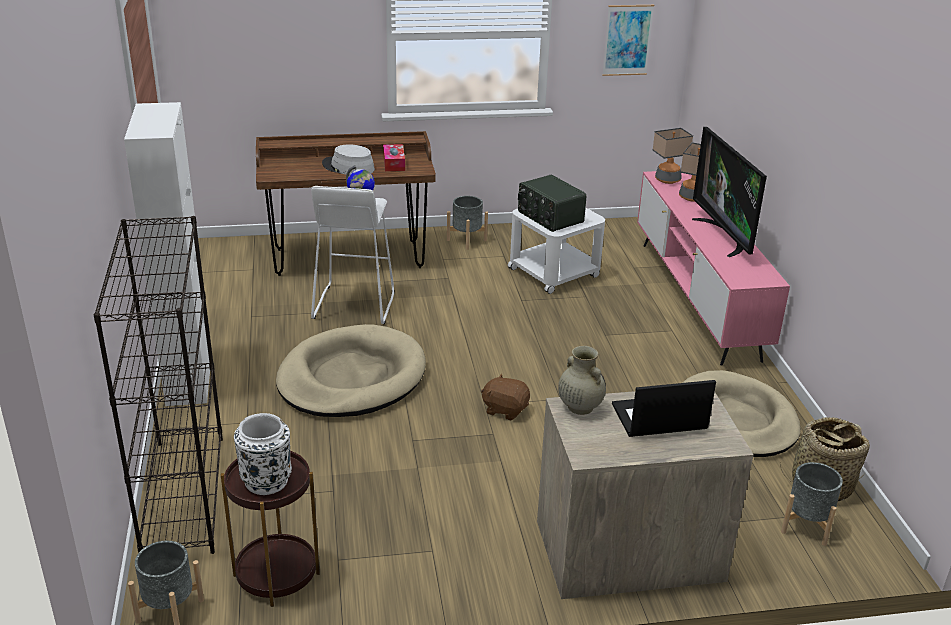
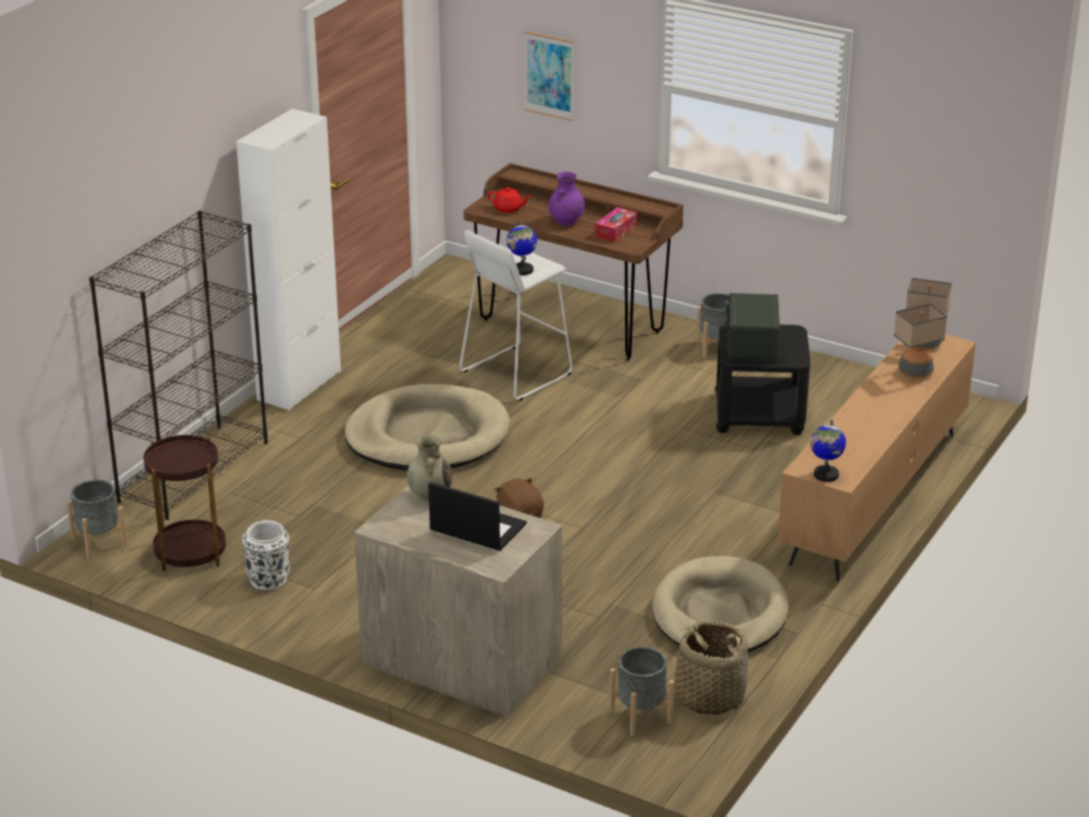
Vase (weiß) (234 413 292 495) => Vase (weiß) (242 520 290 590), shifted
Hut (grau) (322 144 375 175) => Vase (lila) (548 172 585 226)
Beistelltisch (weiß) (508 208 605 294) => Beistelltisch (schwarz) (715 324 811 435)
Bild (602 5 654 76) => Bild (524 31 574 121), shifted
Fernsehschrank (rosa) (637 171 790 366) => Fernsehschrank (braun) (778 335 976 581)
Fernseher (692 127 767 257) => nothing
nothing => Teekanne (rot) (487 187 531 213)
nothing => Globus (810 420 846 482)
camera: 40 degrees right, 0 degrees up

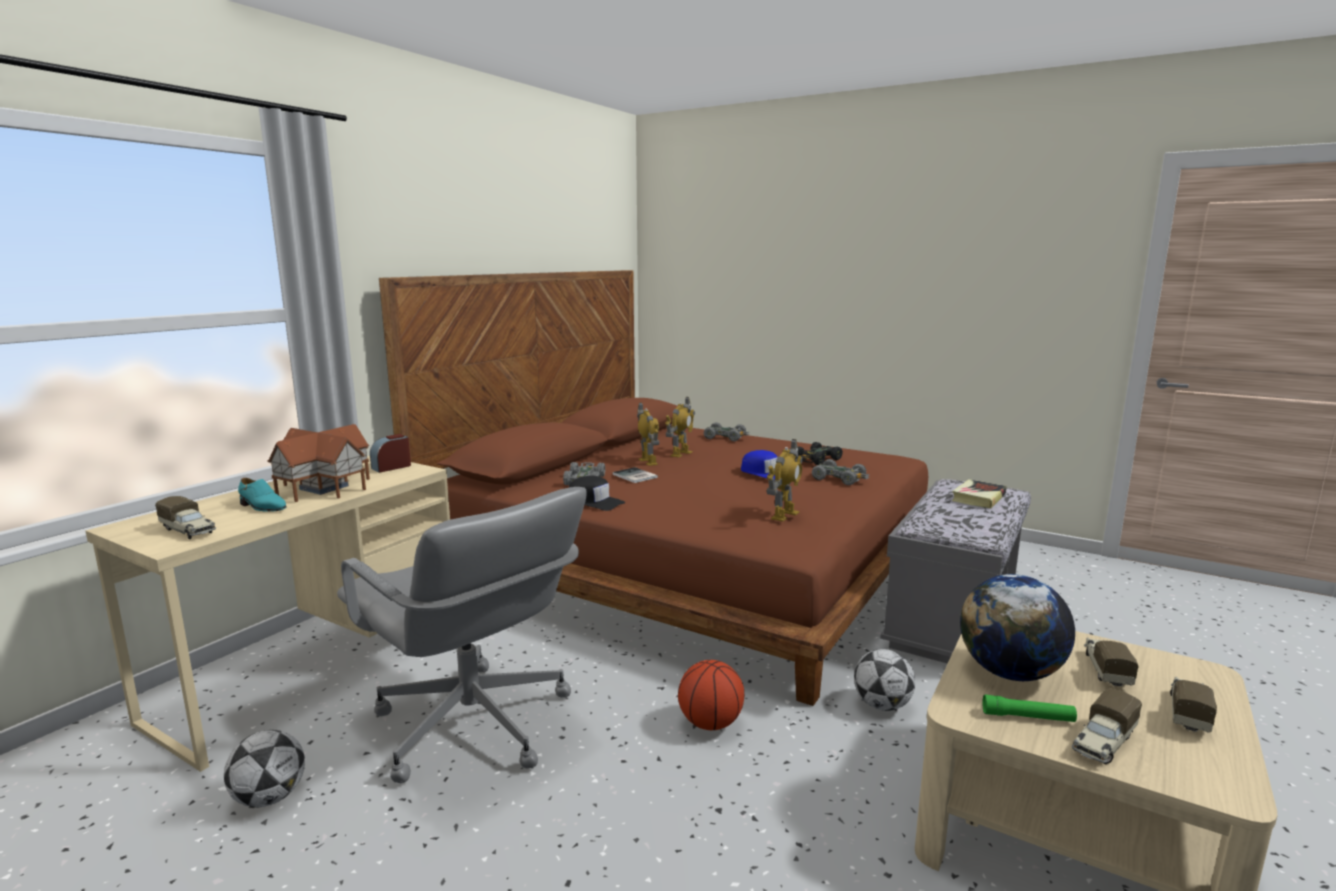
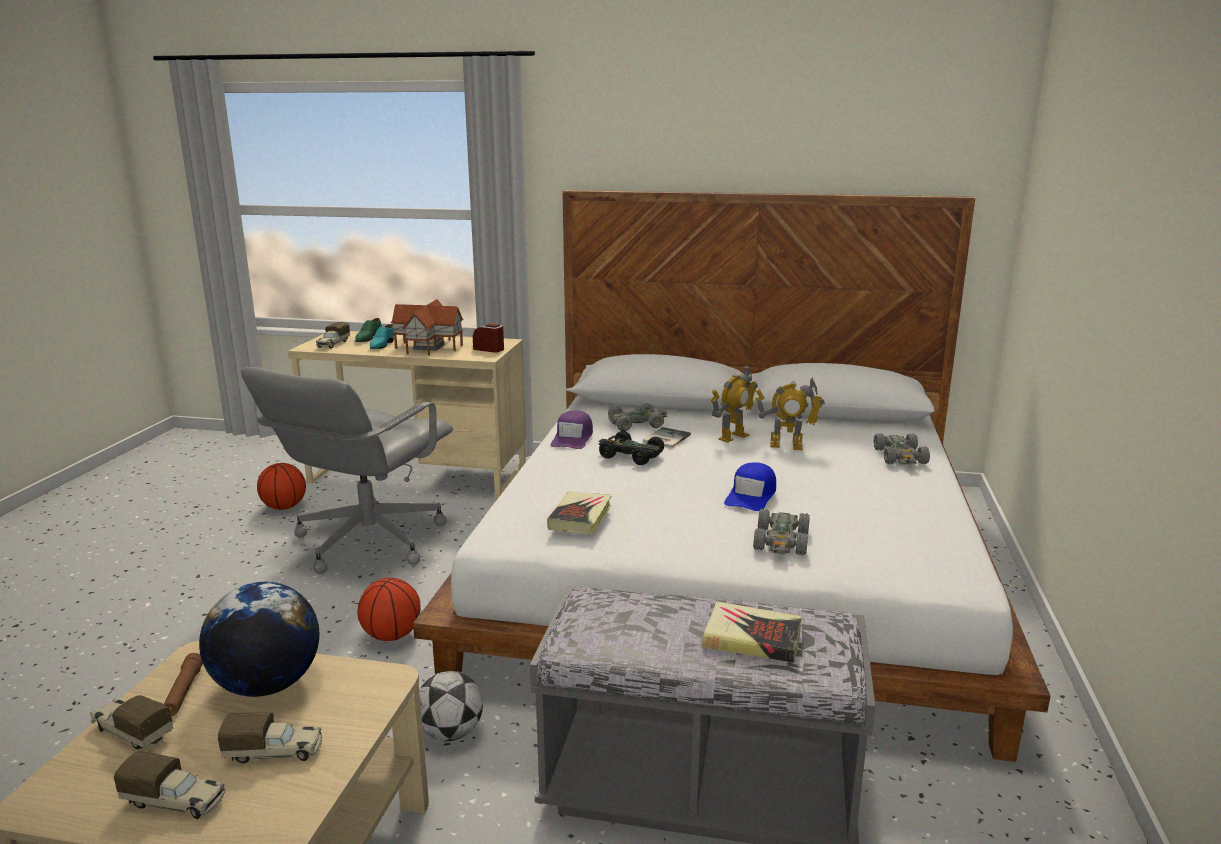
Fußball (224 730 305 807) => Basketball (257 463 306 510)
Bett (braun) (379 270 928 706) => Bett (weiß) (413 190 1050 762)
Kappe (schwarz) (569 476 625 511) => Kappe (lila) (551 410 593 449)
Spielzeugroboter (767 439 803 522) => Buch (547 491 612 535)
Spielzeugauto (schwarz) (798 442 843 465) => Spielzeugauto (schwarz) (599 431 664 465), shifted
Taschenlampe (grün) (982 694 1077 722) => Taschenlampe (braun) (164 653 203 716)
nothing => Schuh (grün) (355 318 381 342)
camera: 70 degrees right, 5 degrees up

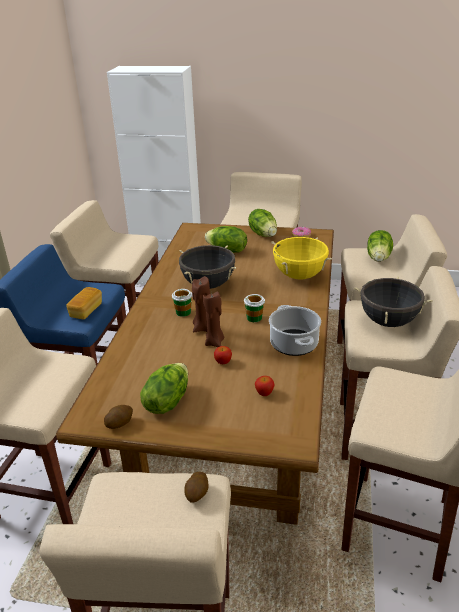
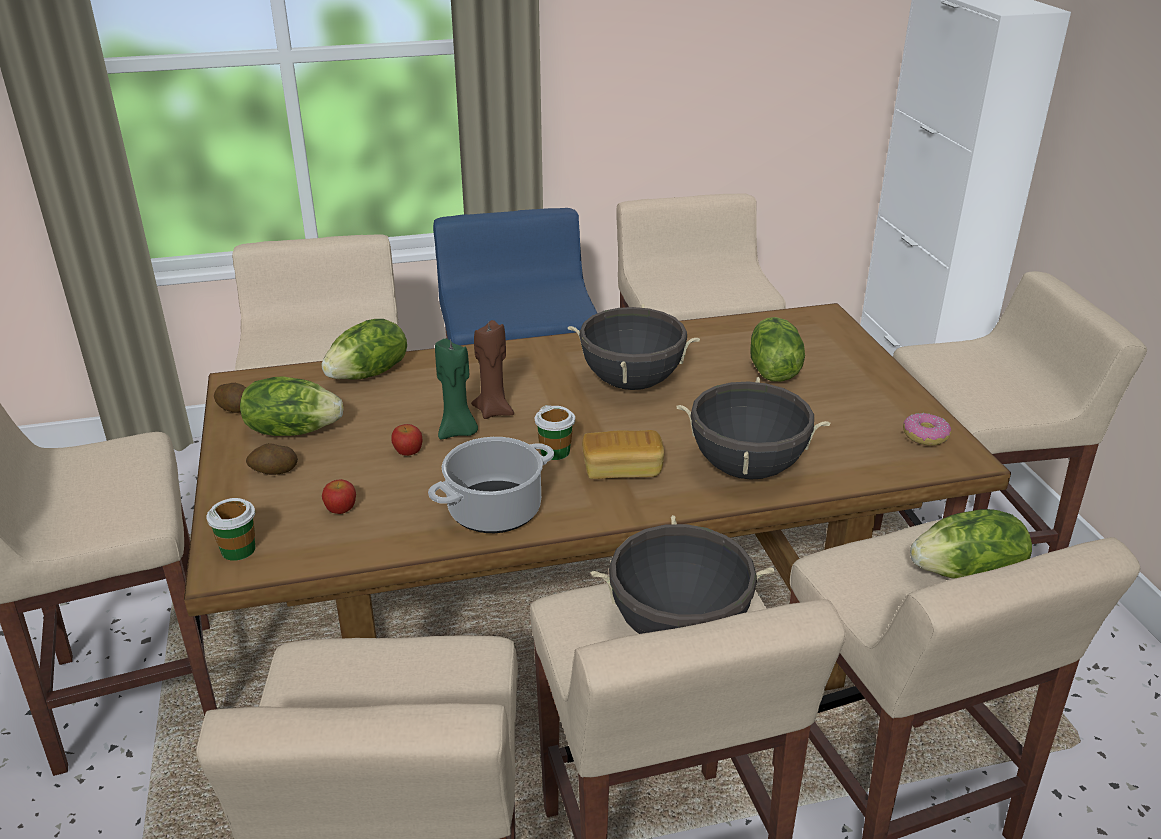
Brot (66 287 102 320) => Brot (582 430 664 479), shifted
Tasse (172 289 192 317) => Tasse (206 498 255 561), shifted
Kartoffel (185 472 208 503) => Kartoffel (246 443 298 475), shifted
Kerze (braun) (203 291 225 348) => Kerze (grün) (435 338 478 439)
Salatkopf (248 209 277 237) => Salatkopf (322 319 407 380), shifted
Kochtopf (gelb) (271 237 332 279) => Kochtopf (schwarz) (677 377 830 480)
camera: 65 degrees right, 0 degrees up

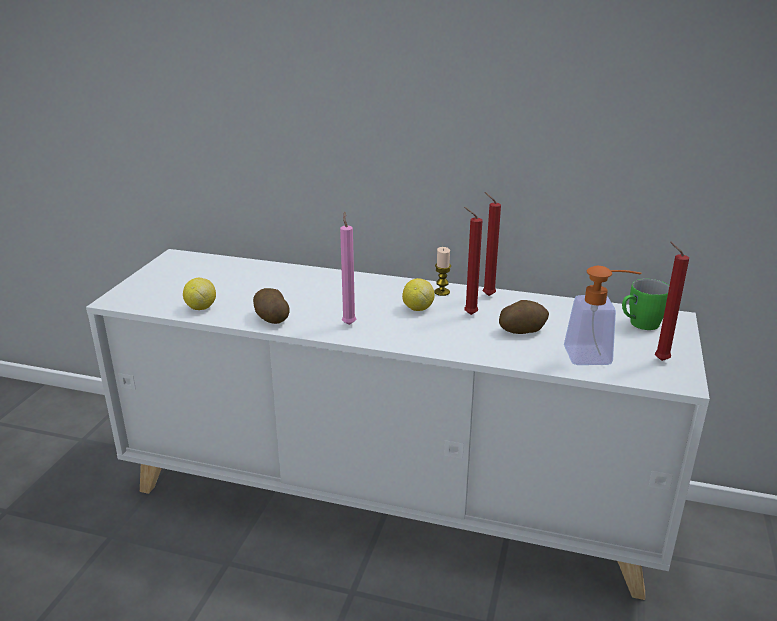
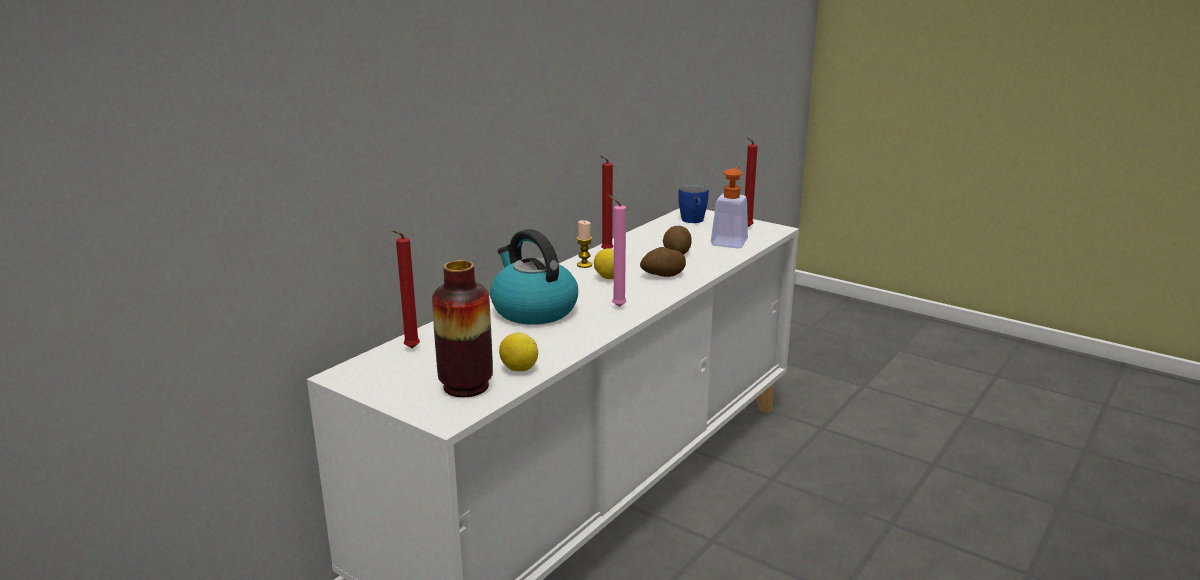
Kartoffel (253 288 290 324) => Kartoffel (640 247 686 277), shifted
Kerze (rot) (464 207 482 315) => Kerze (rot) (392 230 420 348), shifted
Henkelbecher (grün) (622 279 669 330) => Henkelbecher (blau) (679 185 709 223)
nothing => Vase (432 260 493 397)
nothing => Wasserkessel (490 229 578 325)
camera: 70 degrees left, 5 degrees down

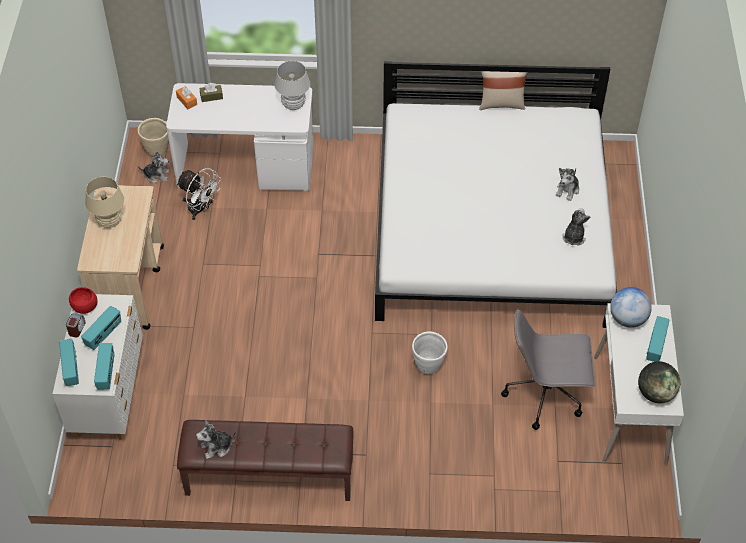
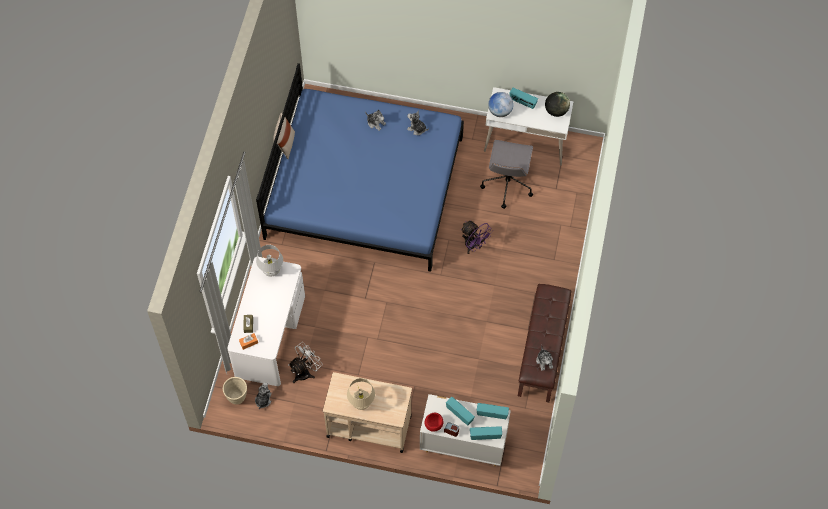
Bett (weiß) (375 61 617 328) => Bett (blau) (256 63 464 272)
Pflanzkübel (weiß) (412 331 448 374) => Ventilator (lila) (461 221 493 254)
camera: 80 degrees left, 10 degrees up

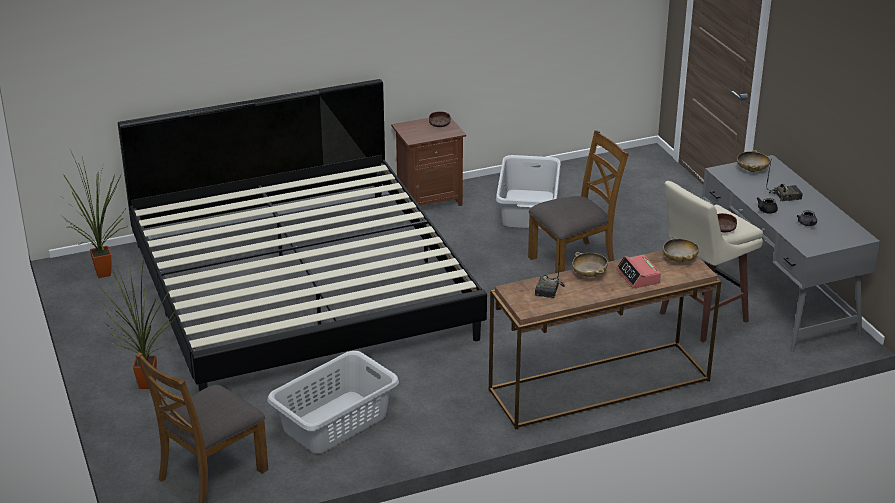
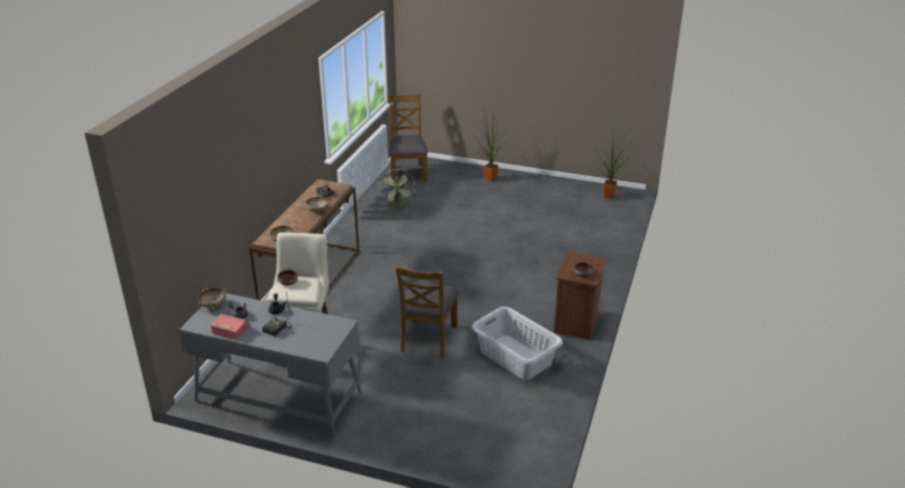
Bett (118 79 487 392) => nothing
Wäschekorb (grau) (267 351 399 454) => Ventilator (grün) (379 169 415 209)
Wecker (616 255 661 289) => Wecker (211 314 250 339), shifted
Schüssel (beige) (737 150 770 172) => Schüssel (beige) (198 288 226 307), shifted
camera: 130 degrees right, 0 degrees up

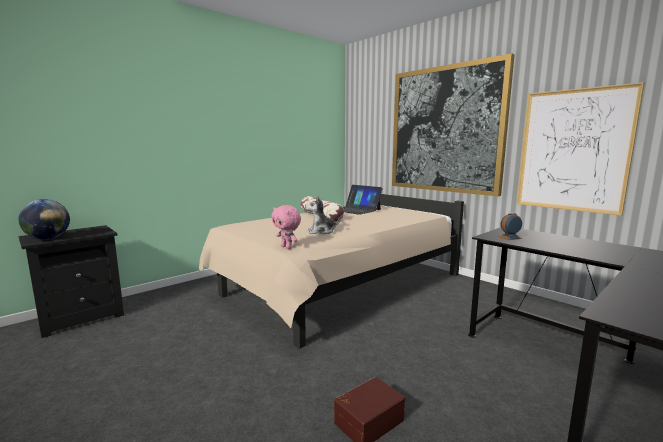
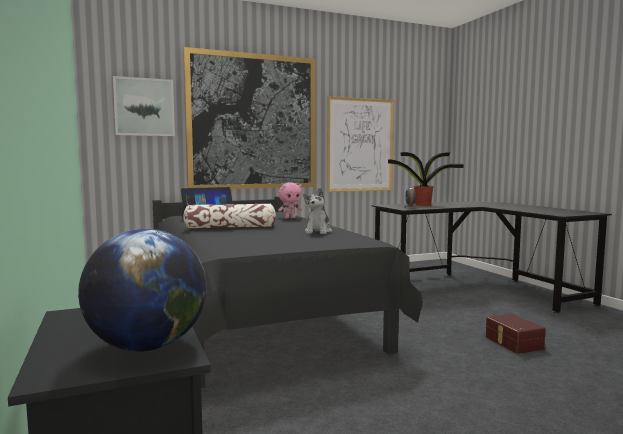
Bett (beige) (199 194 464 349) => Bett (schwarz) (153 196 423 388)
Plüschtier (rosa) (271 205 301 249) => Plüschtier (rosa) (278 182 302 218), shifted
nothing => Bild (113 76 175 136)
nothing => Topfpflanze (388 152 464 206)
camera: 70 degrees left, 5 degrees down

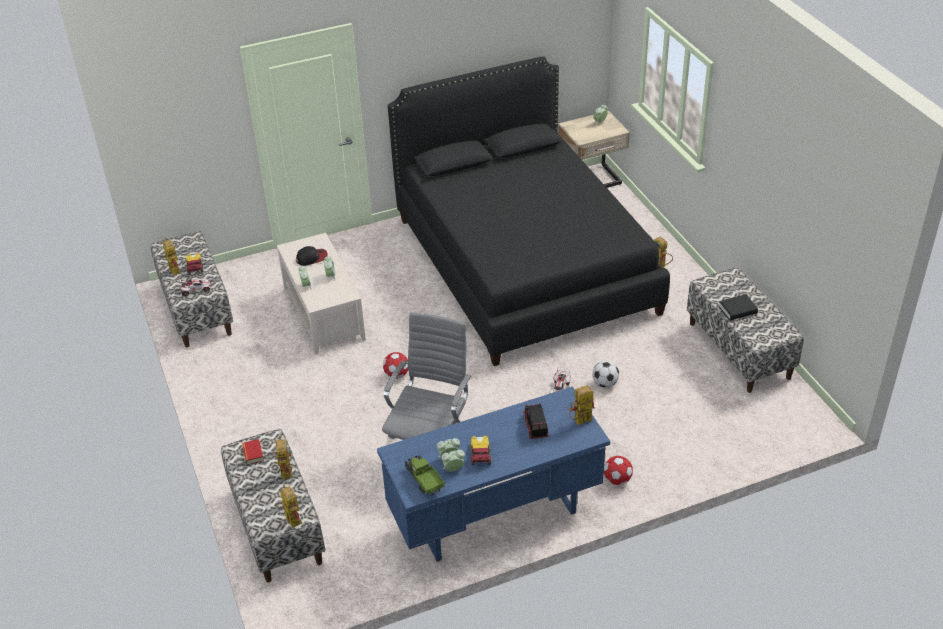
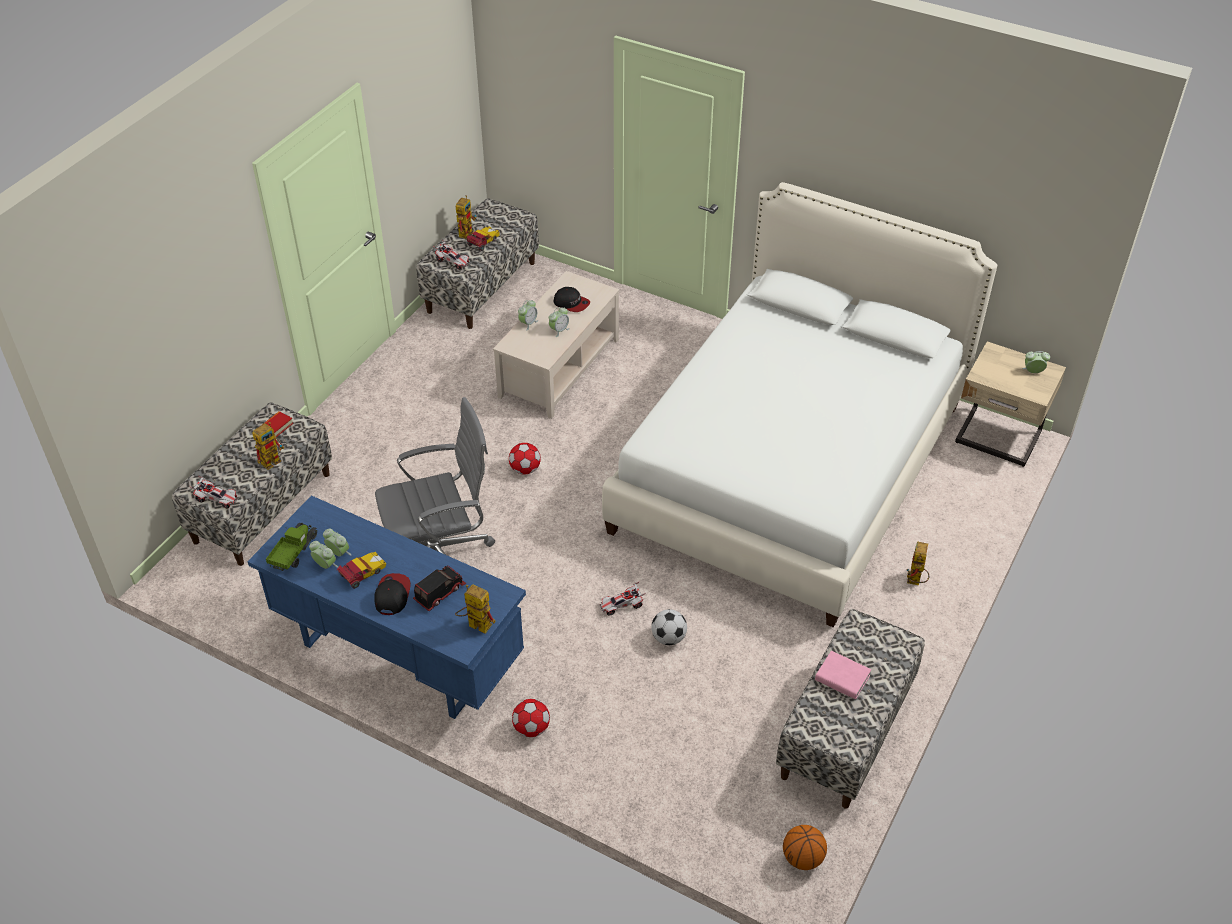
Spielzeugroboter (274 484 302 528) => Spielzeugauto (190 475 238 508)
Bett (schwarz) (388 57 670 366) => Bett (weiß) (602 182 997 628)
Buch (schwarz) (718 294 758 320) => Buch (rosa) (815 651 871 699)
nothing => Kappe (374 573 411 615)
nothing => Basketball (783 825 827 870)
camera: 50 degrees right, 5 degrees up

